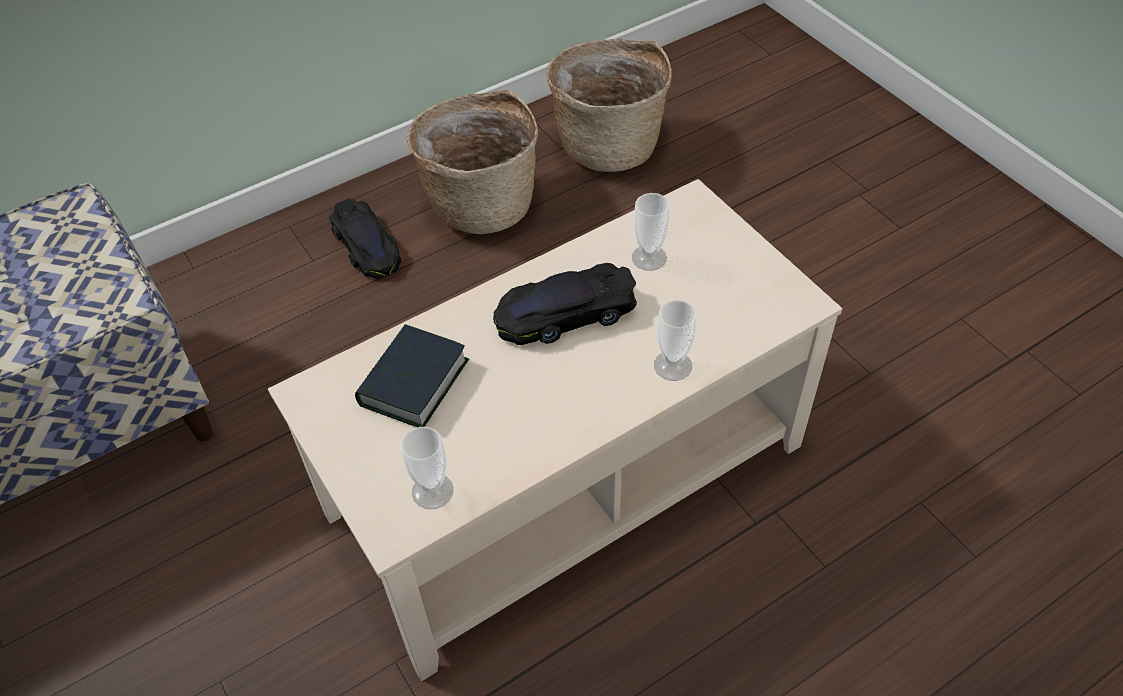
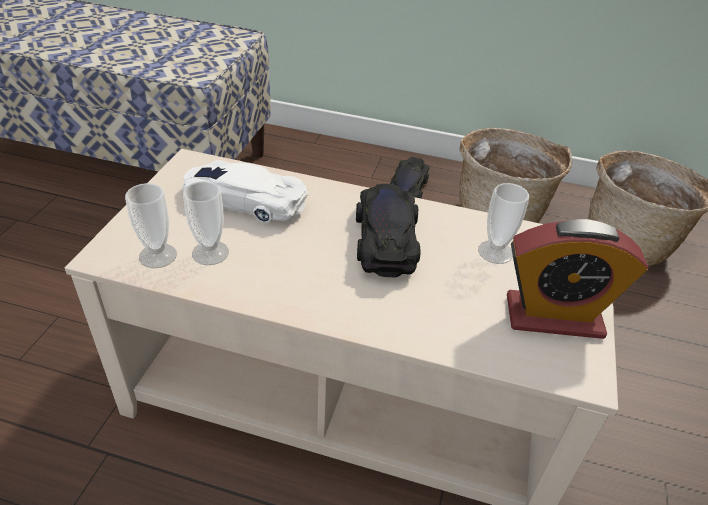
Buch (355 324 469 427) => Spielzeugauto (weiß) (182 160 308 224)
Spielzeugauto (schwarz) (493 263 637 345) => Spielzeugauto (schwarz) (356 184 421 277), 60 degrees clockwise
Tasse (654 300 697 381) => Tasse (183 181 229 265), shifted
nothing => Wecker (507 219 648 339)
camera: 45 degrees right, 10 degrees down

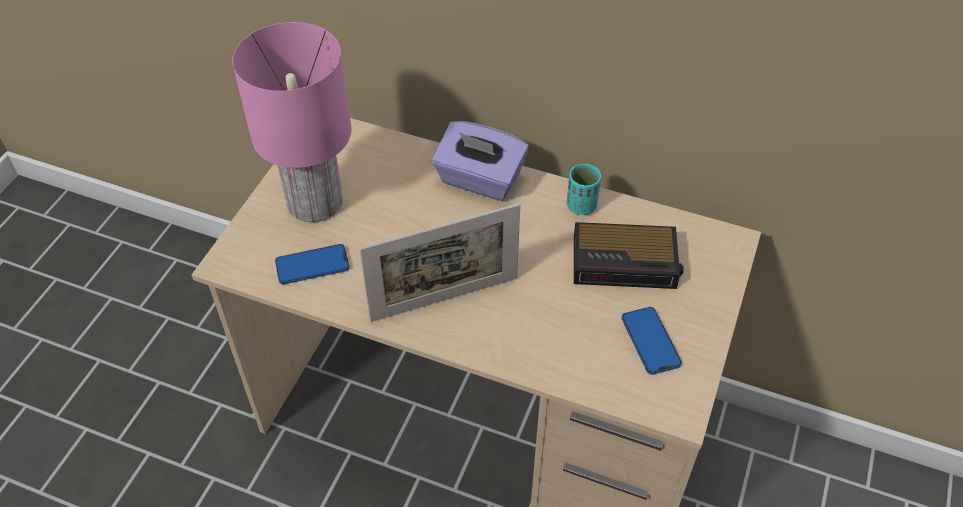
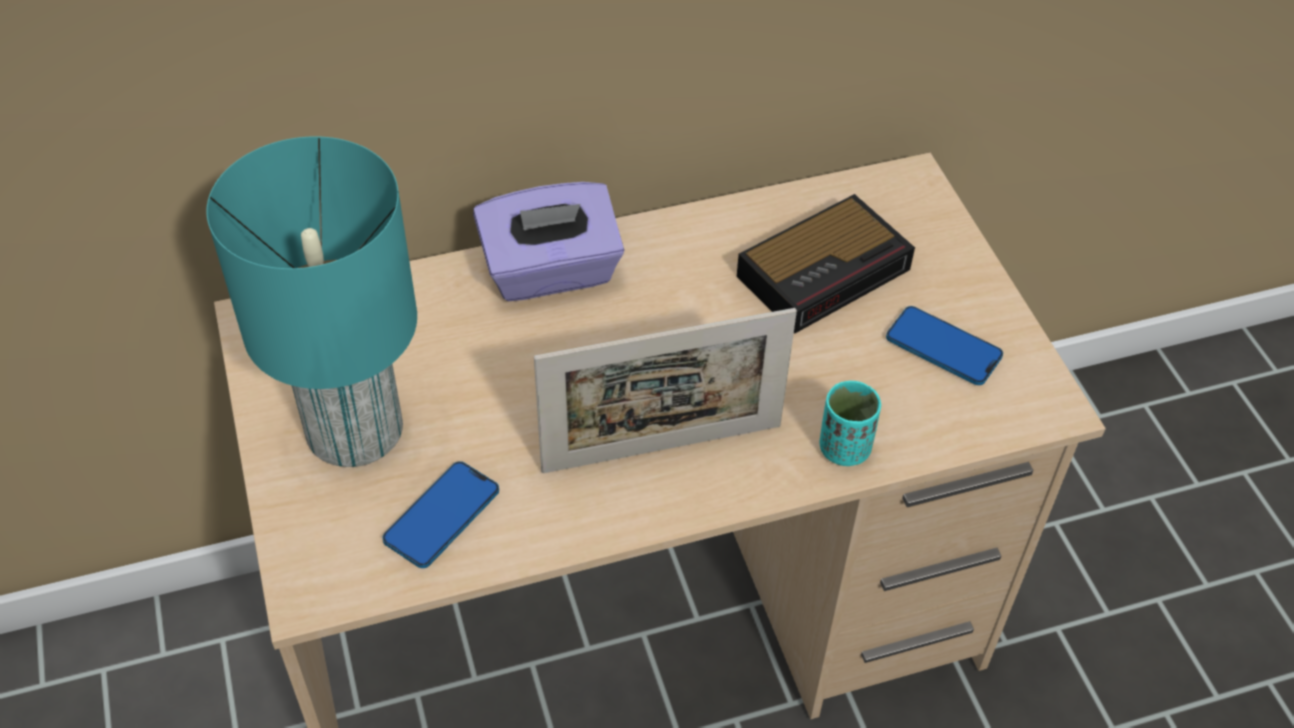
Tischlampe (rosa) (232 22 351 222) => Tischlampe (türkis) (206 136 417 467)
Bilderrahmen (359 203 520 322) => Bilderrahmen (534 308 797 473), 45 degrees clockwise
Tasse (türkis) (567 164 601 215) => Tasse (türkis) (819 381 881 466), shifted
camera: 40 degrees left, 0 degrees up

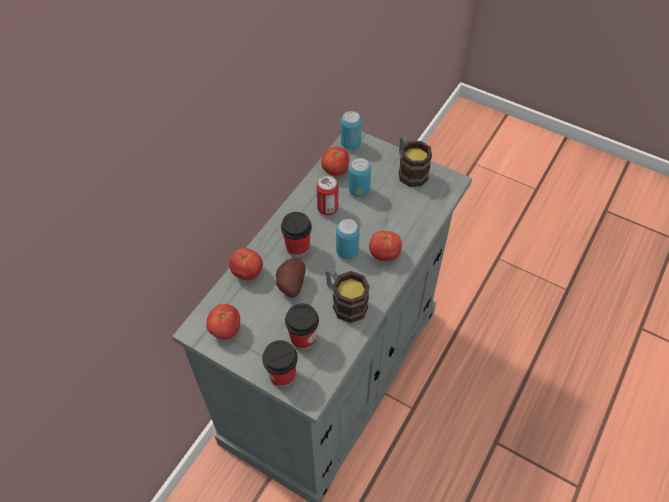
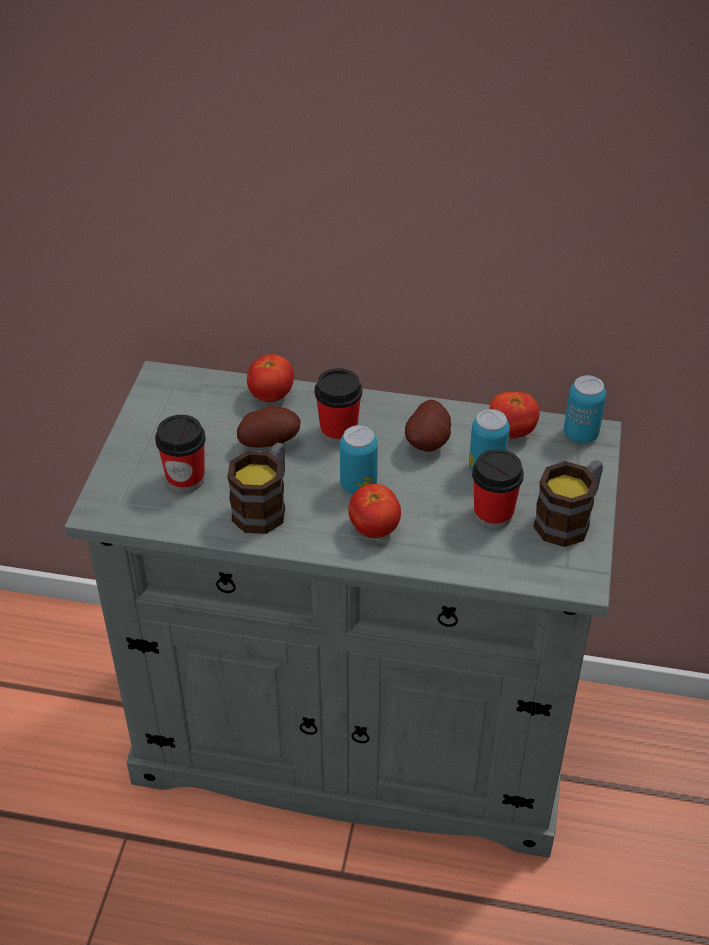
Tomate (206 304 240 339) => nothing
Tasse (262 340 298 388) => Tasse (472 449 524 529), shifted
Dose (316 176 338 215) => Kartoffel (405 400 451 452)
camera: 70 degrees right, 10 degrees down

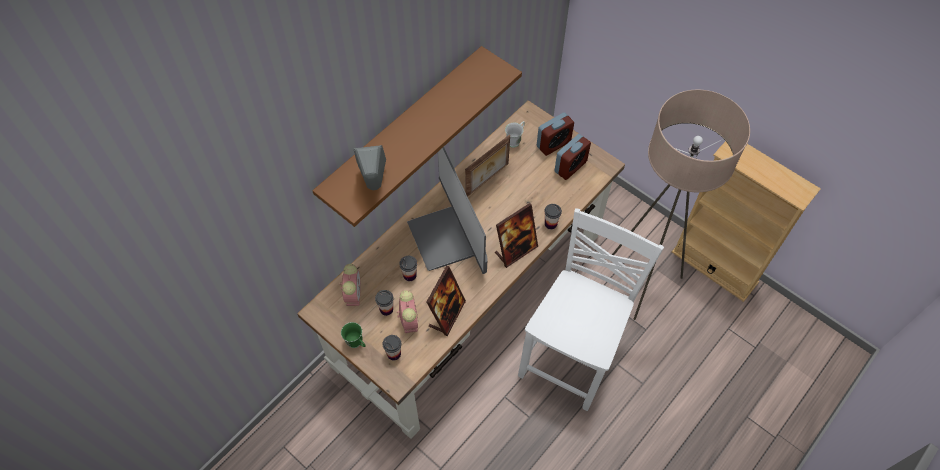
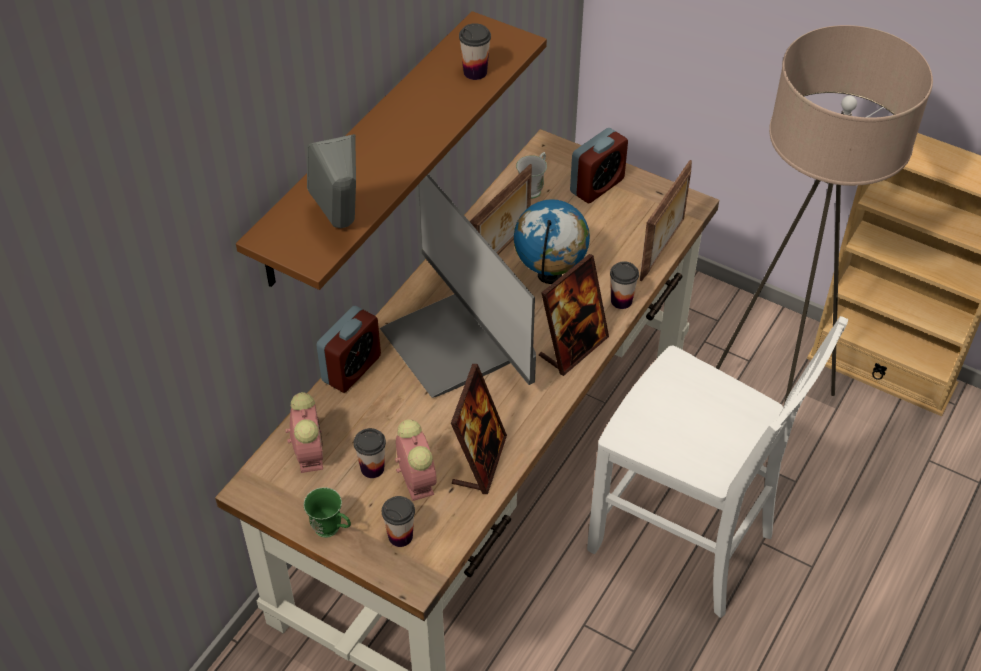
Tasse (399 256 417 281) => Tasse (459 23 491 80), shifted
Stuhl (weiß) (518 208 664 411) => Stuhl (weiß) (587 316 848 618), 105 degrees clockwise
Wecker (554 134 591 180) => Wecker (316 306 381 393), shifted
nothing => Globus (514 199 590 284)
nothing => Bilderrahmen (640 160 692 281)
camera: 10 degrees left, 10 degrees down

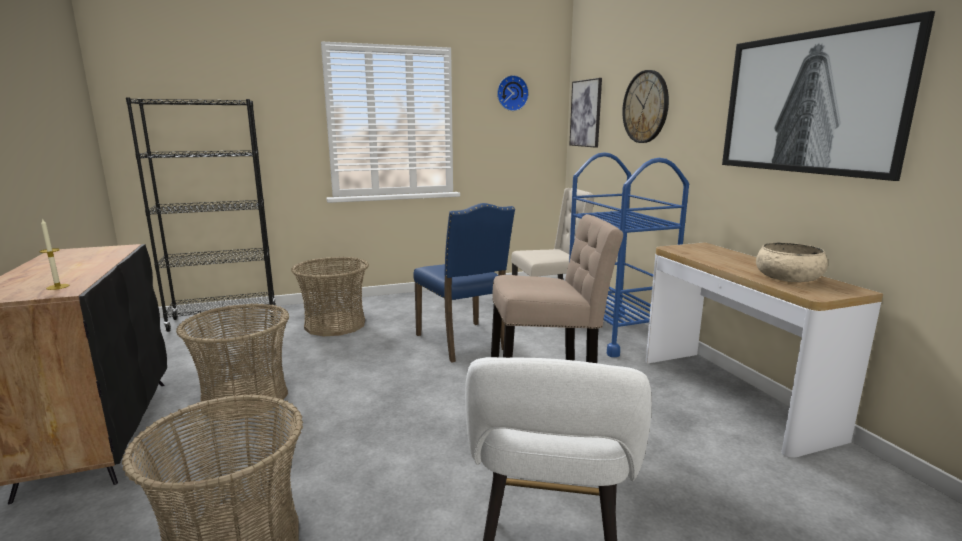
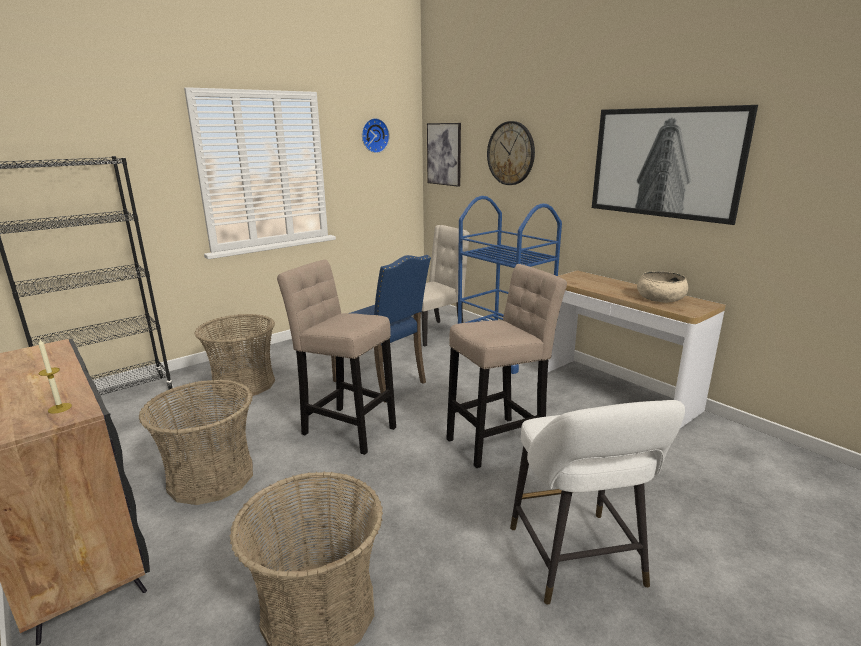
nothing => Hocker (beige) (277 259 396 455)
camera: 20 degrees left, 5 degrees up

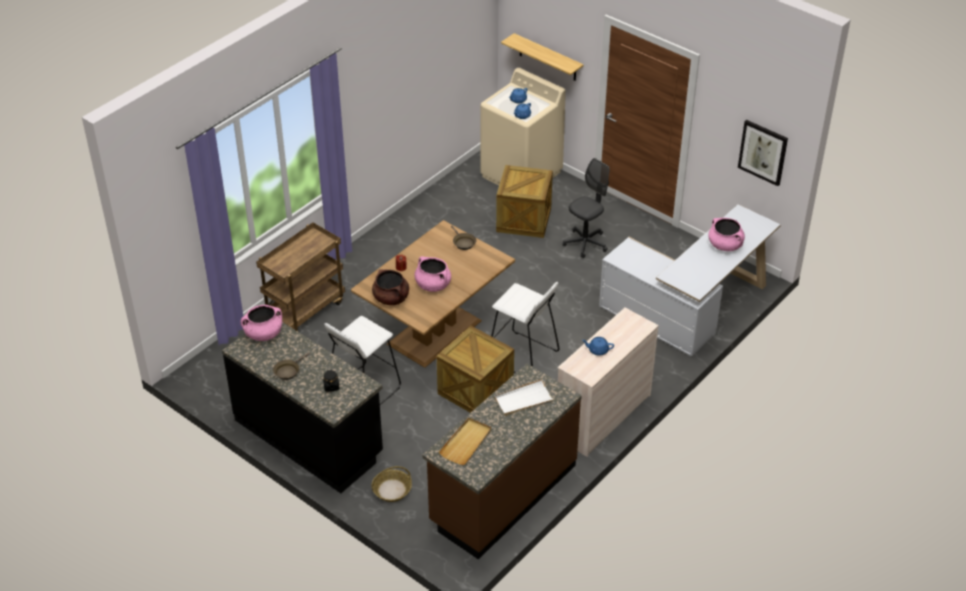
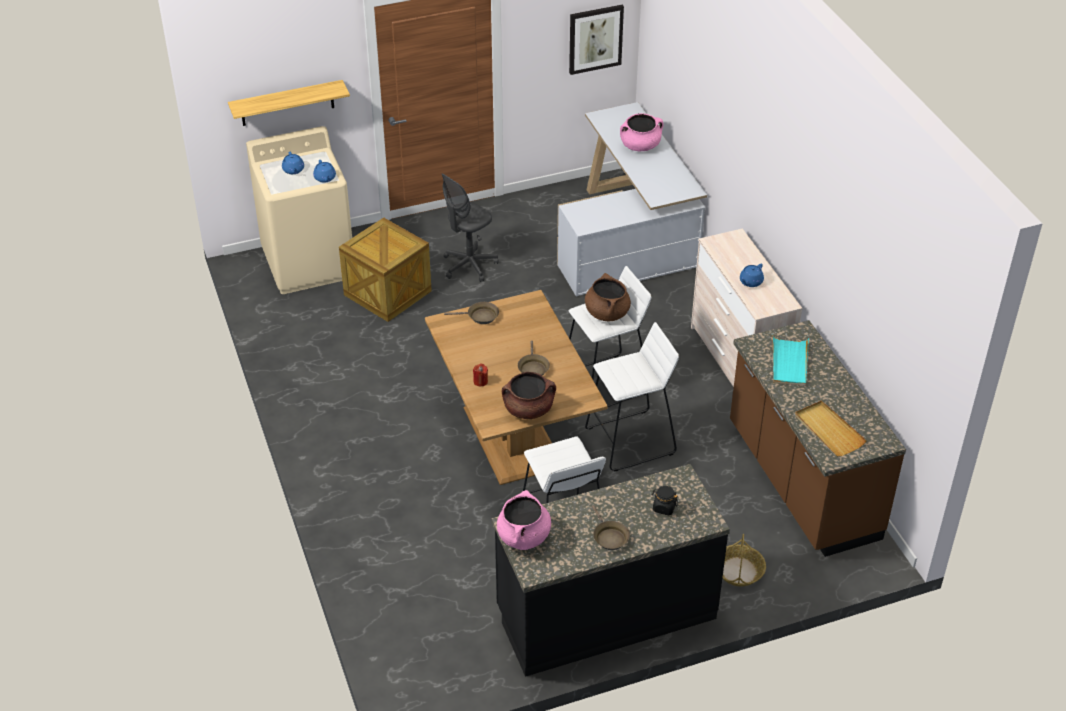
Rollwagen (braun) (256 223 345 332) => nothing
Kochtopf (rosa) (414 256 451 292) => Pfanne (braun) (518 341 550 376)
Kiste (437 326 514 413) => Hocker (weiß) (585 322 679 471)
Tablett (weiß) (494 379 555 416) => Tablett (türkis) (773 336 809 386)
Bürostuhl (grau) (563 158 610 259) => Bürostuhl (grau) (442 173 499 282), 120 degrees counterclockwise
nothing => Kochtopf (braun) (585 273 631 321)
camera: 60 degrees left, 0 degrees up

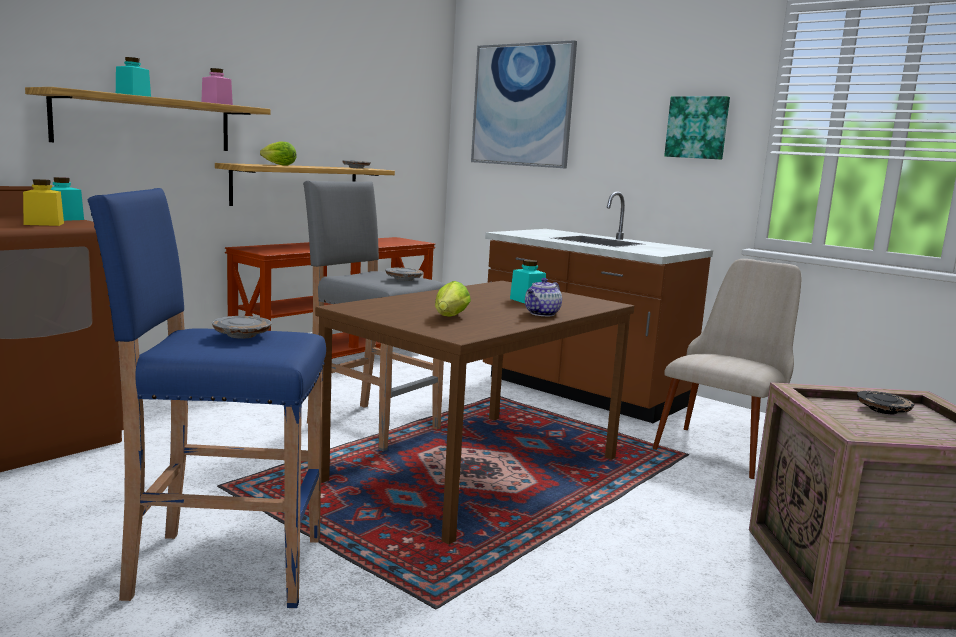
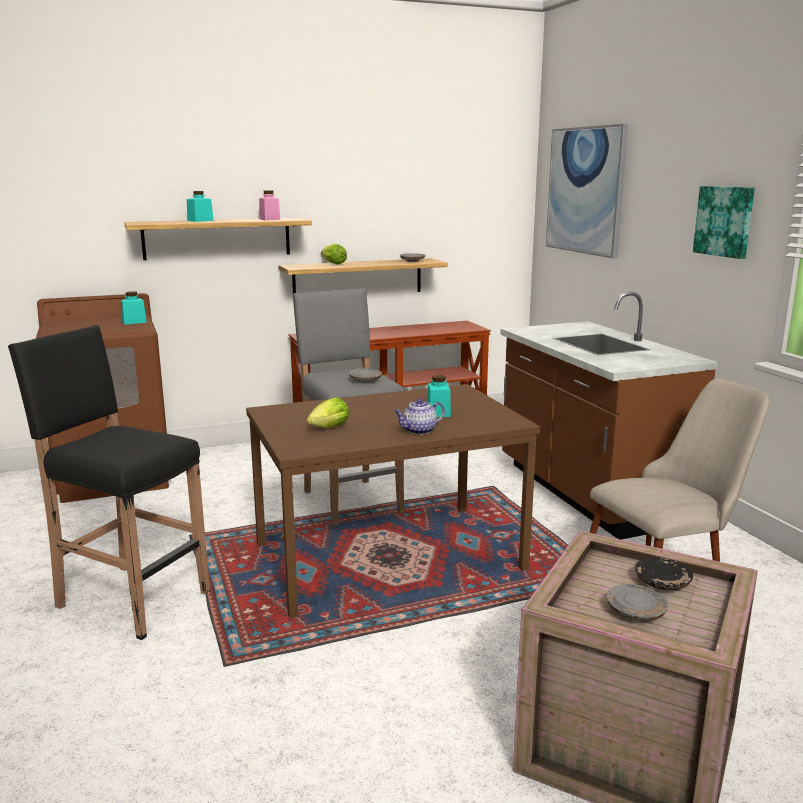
Vorratsglas (gelb) (23 179 64 226) => nothing
Hocker (blau) (87 188 326 608) => Hocker (schwarz) (8 325 210 640)
Teller (grau) (212 316 272 339) => Teller (grau) (607 584 669 621), shifted
camera: 30 degrees right, 5 degrees up

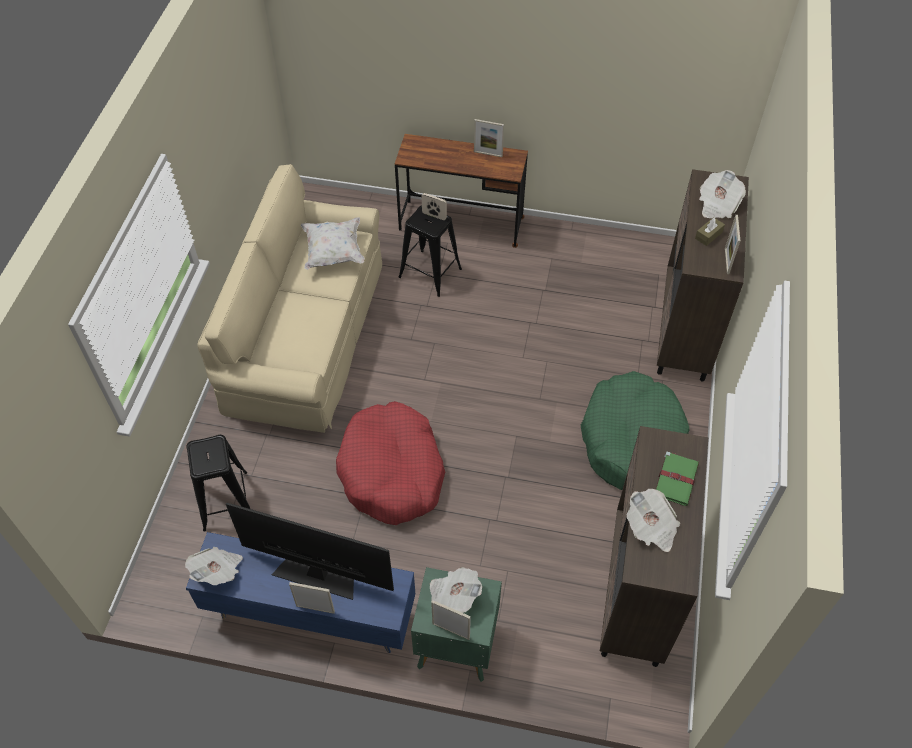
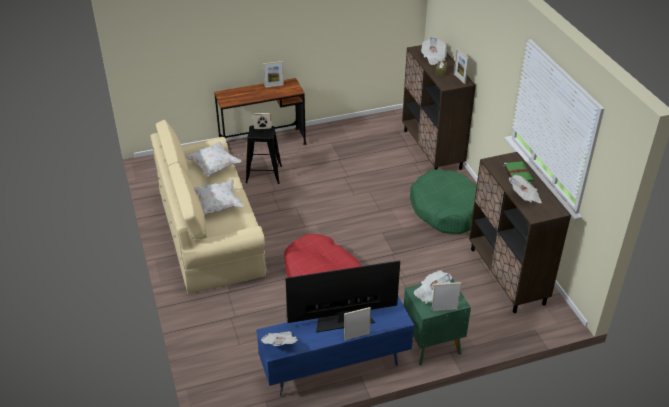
Hocker (schwarz) (186 435 250 532) => nothing
nothing => Kissen (weiß) (194 179 244 215)
camera: 30 degrees left, 15 degrees down

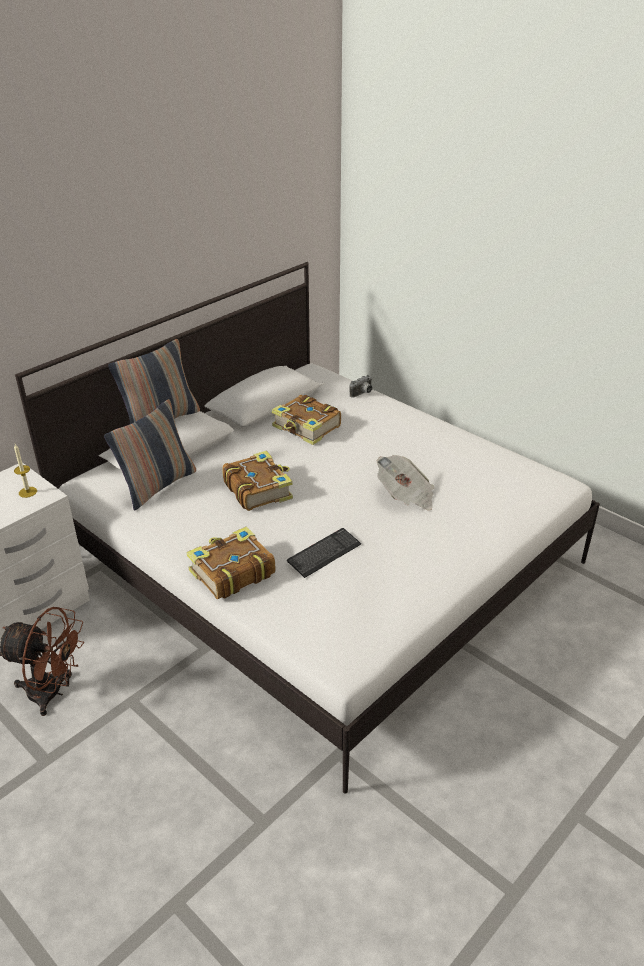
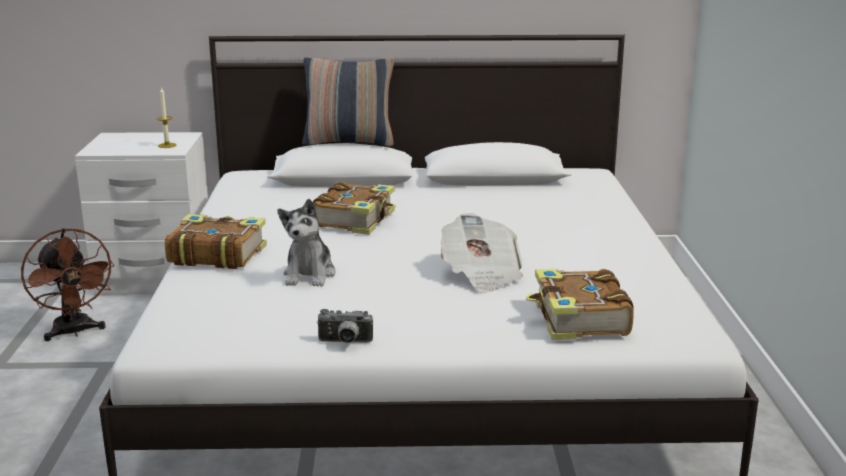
Kissen (104 399 196 510) => nothing
Buch (272 394 341 445) => Buch (526 269 634 340), shifted
Tastatur (287 528 361 578) => Plüschtier (278 199 336 286)
Kamera (350 375 372 398) => Kamera (317 309 373 343), shifted
camera: 45 degrees right, 15 degrees down

